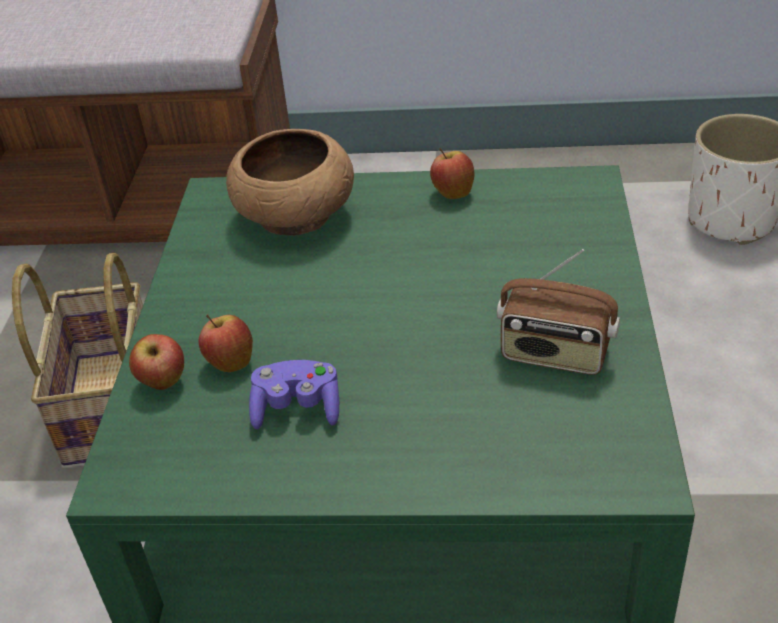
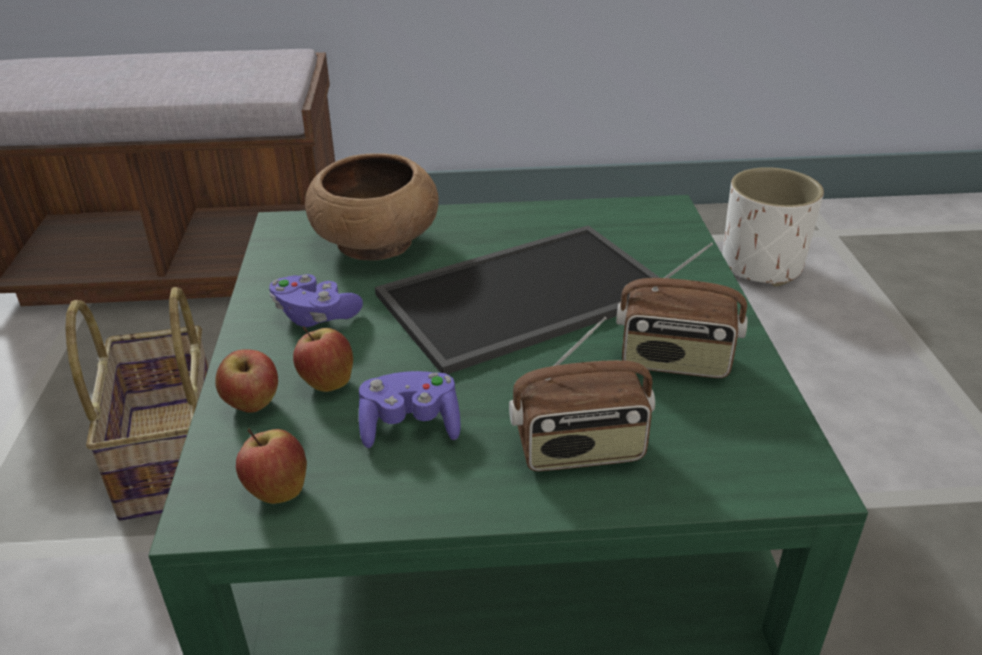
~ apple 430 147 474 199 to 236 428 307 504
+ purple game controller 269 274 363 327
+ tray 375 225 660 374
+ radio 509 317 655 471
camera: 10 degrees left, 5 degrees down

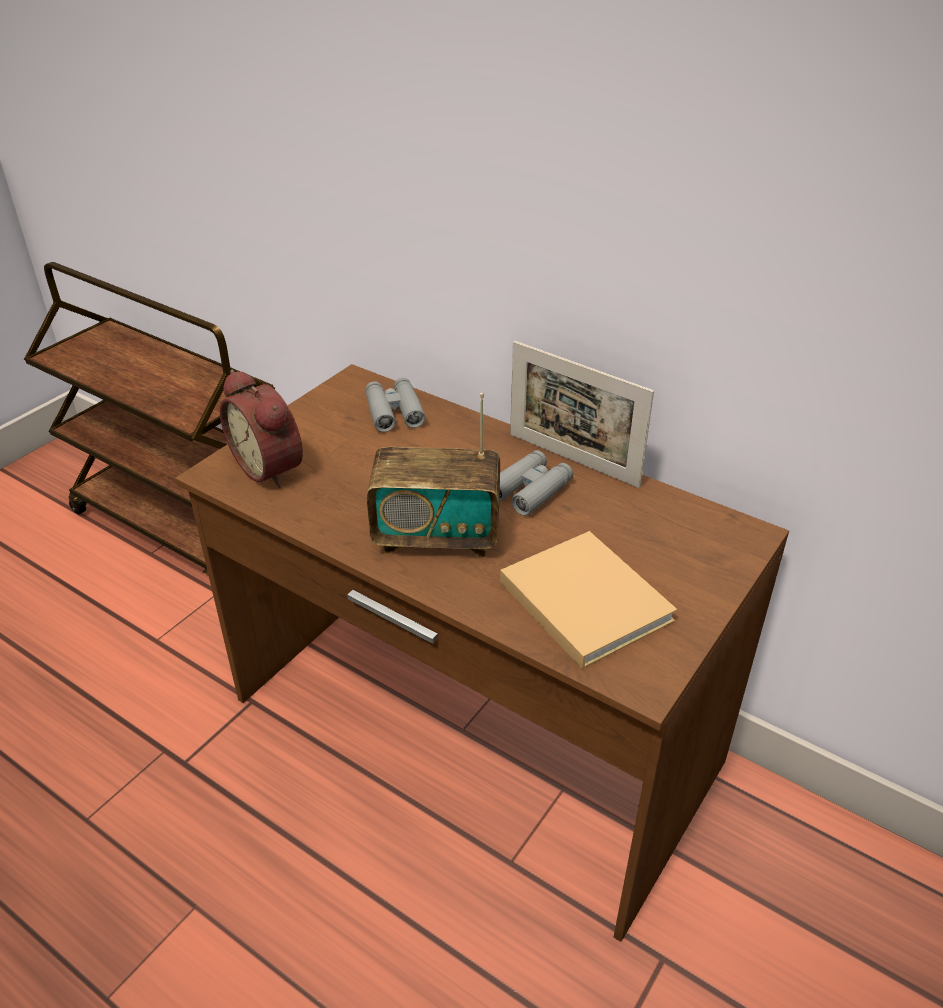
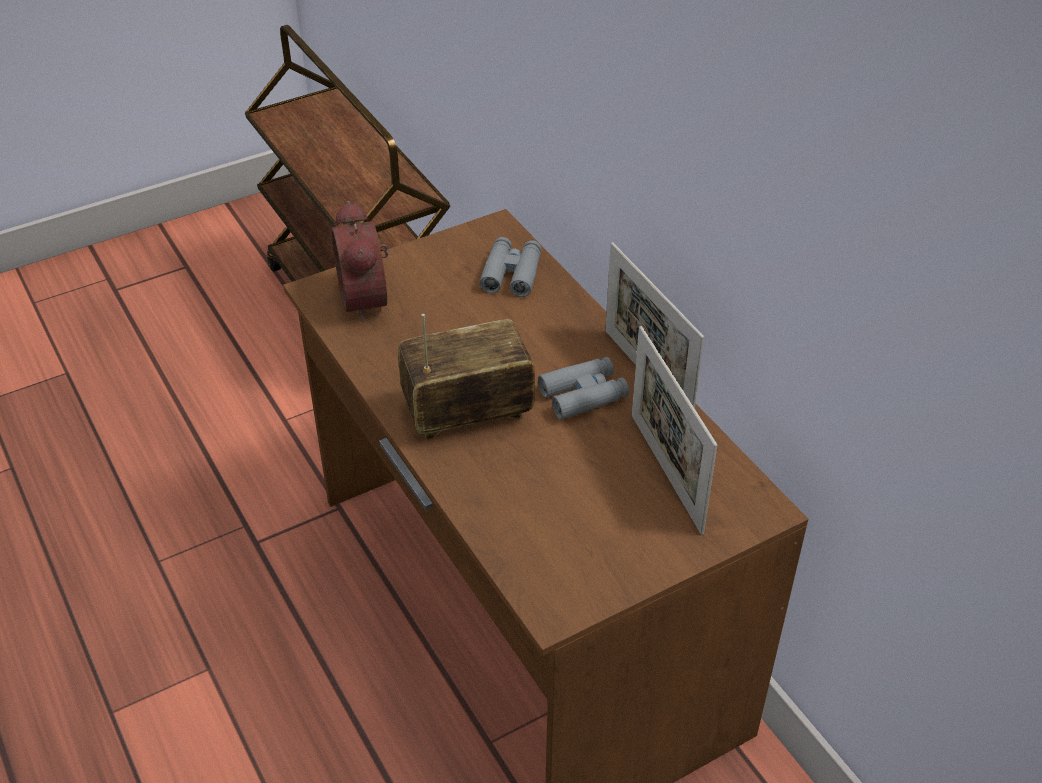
~ radio 367 393 500 557 = 398 314 535 440 135 degrees clockwise
+ picture frame 631 326 717 534
- beige book 500 531 677 669
camera: 25 degrees right, 5 degrees up

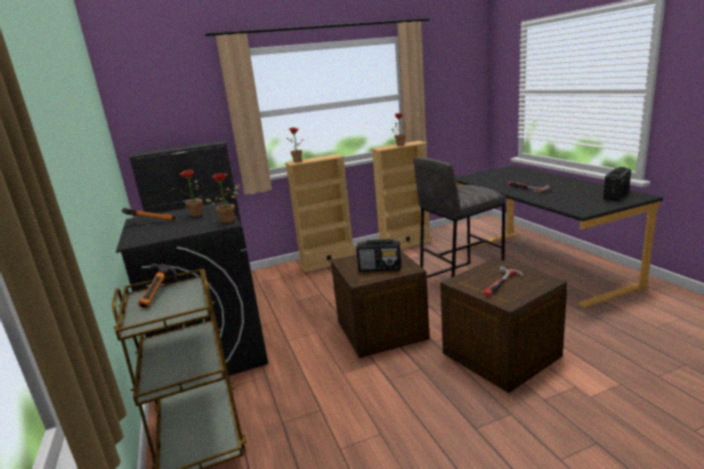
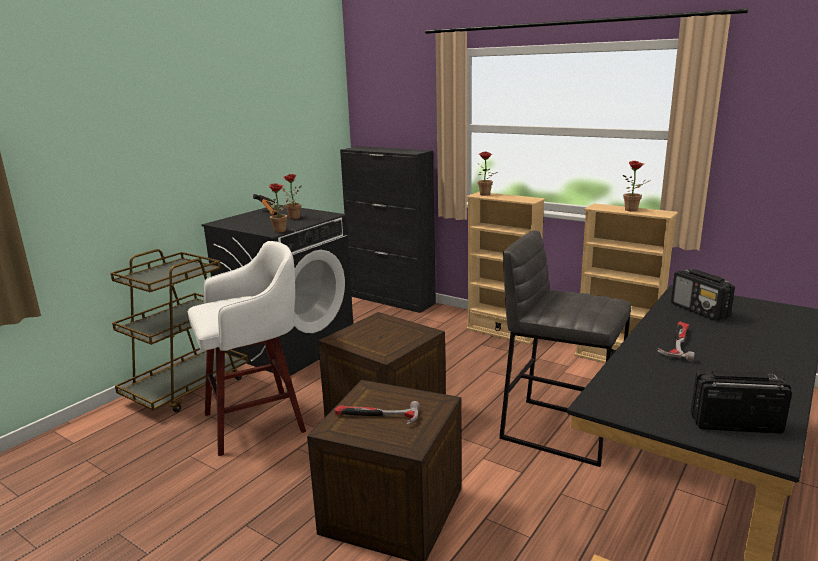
+ white stool 188 241 306 456
~ radio 356 239 401 272 to 671 269 735 321
- hammer 138 263 177 308
camera: 55 degrees right, 0 degrees up

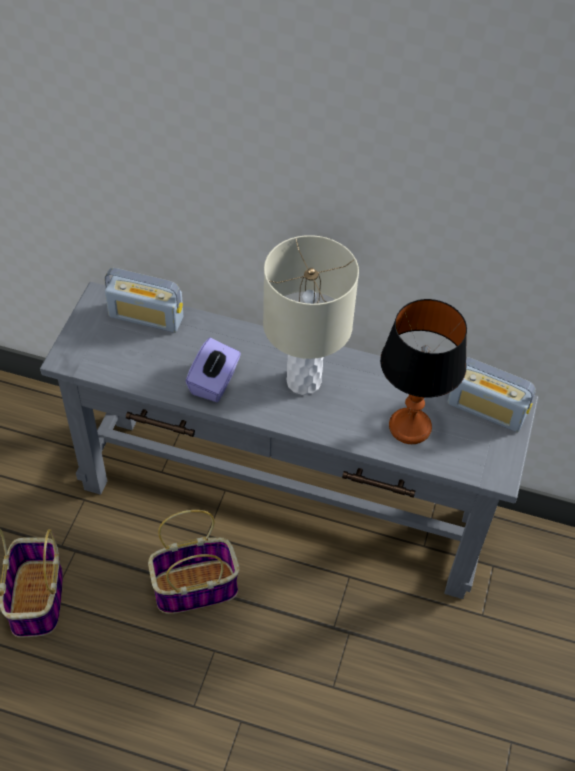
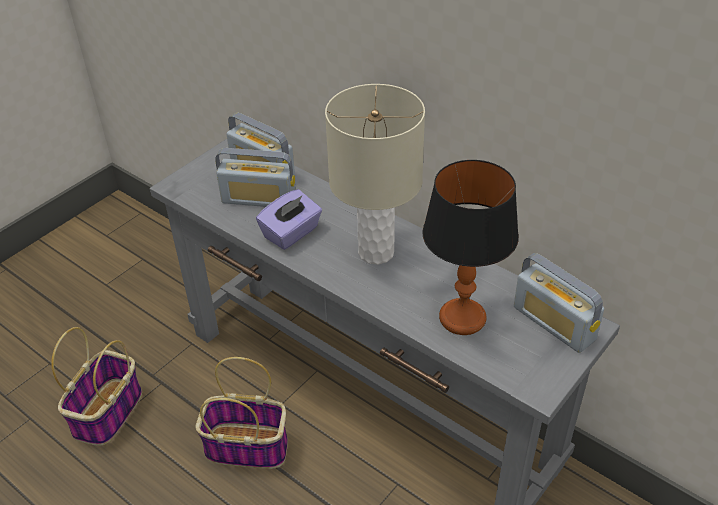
+ radio 215 148 295 207
camera: 25 degrees right, 10 degrees down

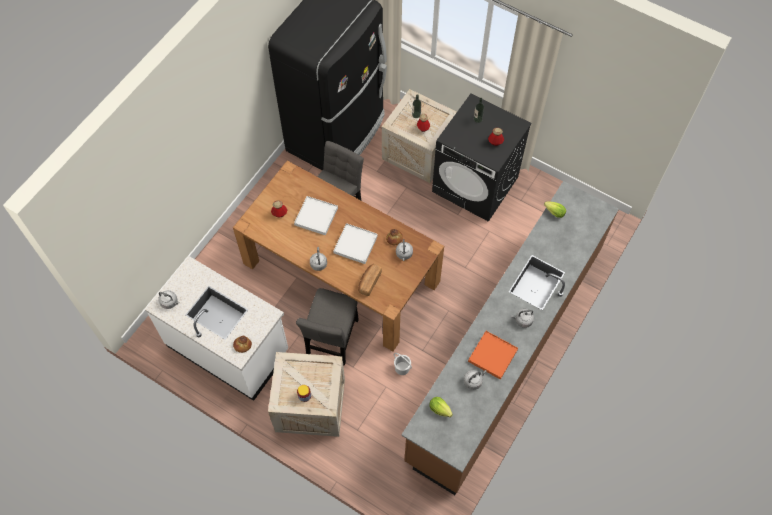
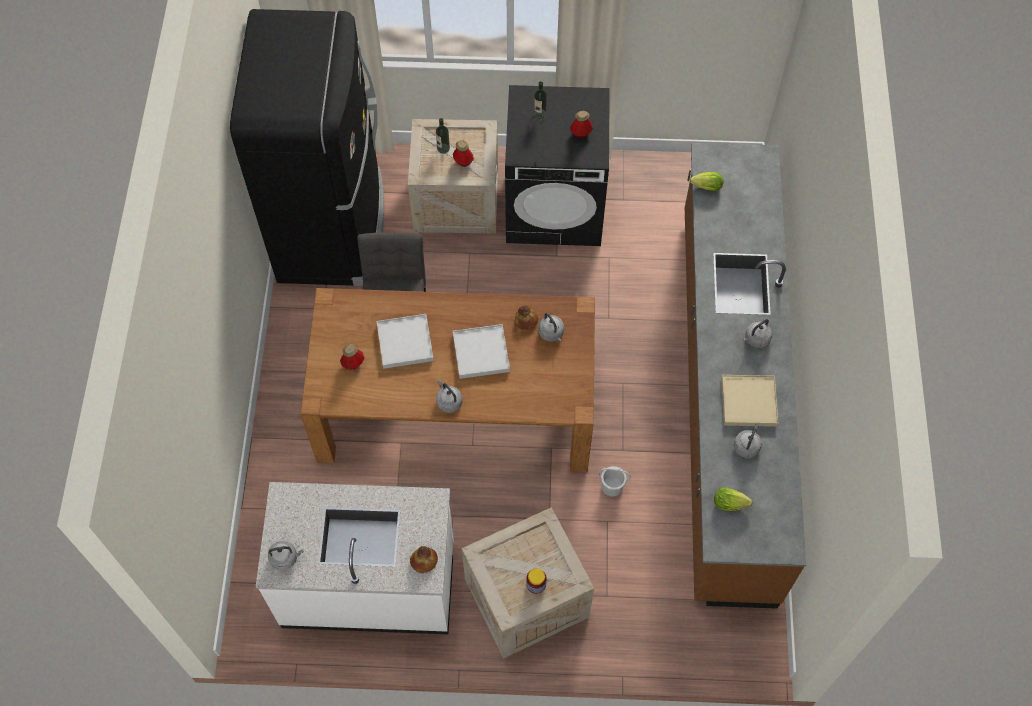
~ orange tray 468 331 518 380 to beige tray 721 375 778 427
- grey chair 296 288 359 366
- bread 358 264 382 296
camera: 30 degrees left, 0 degrees up

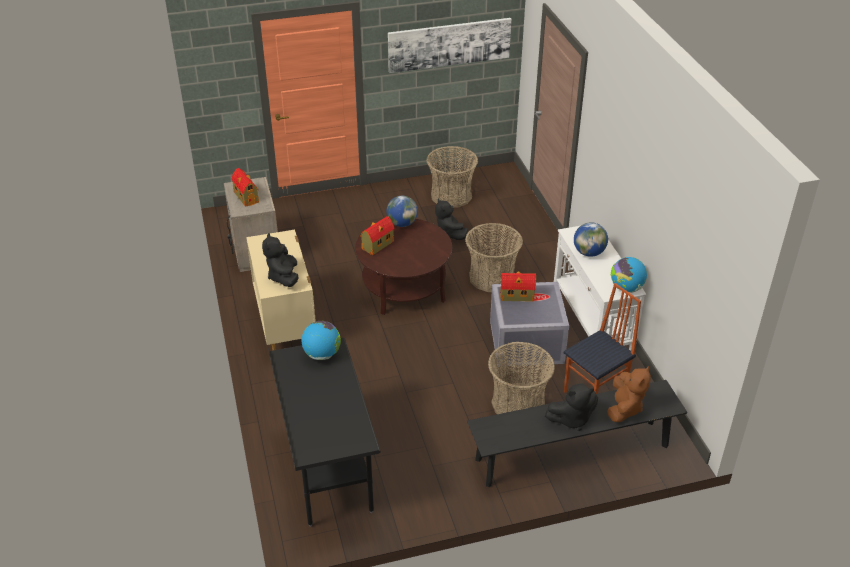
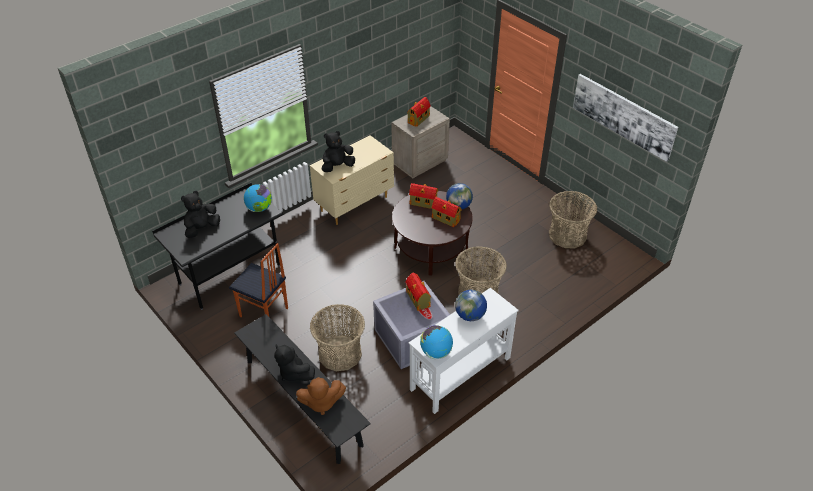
~ black plush toy 435 198 468 240 to 181 191 220 238
~ chair 564 283 641 394 to 229 243 288 317
+ toy house 432 197 462 227
camera: 65 degrees right, 5 degrees up

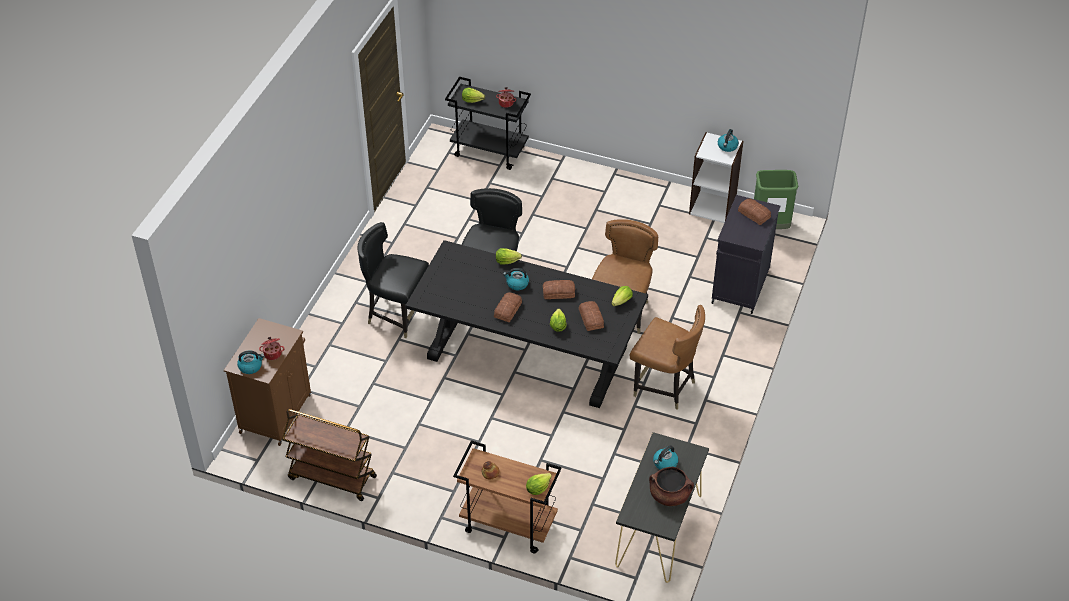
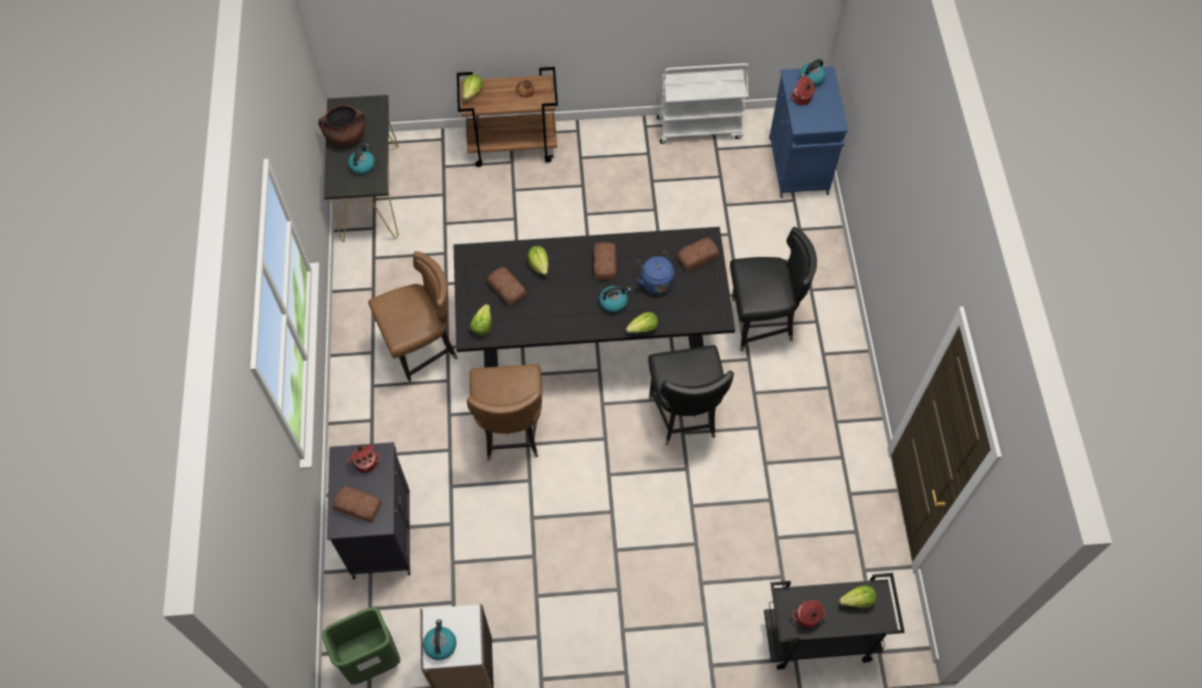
+ cooking pot 348 445 381 473
~ brown chair 630 305 705 410 = 368 251 458 385 150 degrees clockwise
+ blue kettle 636 250 675 294
~ brown cart 282 409 377 501 to white cart 657 63 749 144
~ bread 543 280 575 299 to 677 238 719 271
~ brown cabinet 224 318 312 446 to blue cabinet 769 66 848 198
camera: 155 degrees right, 15 degrees up

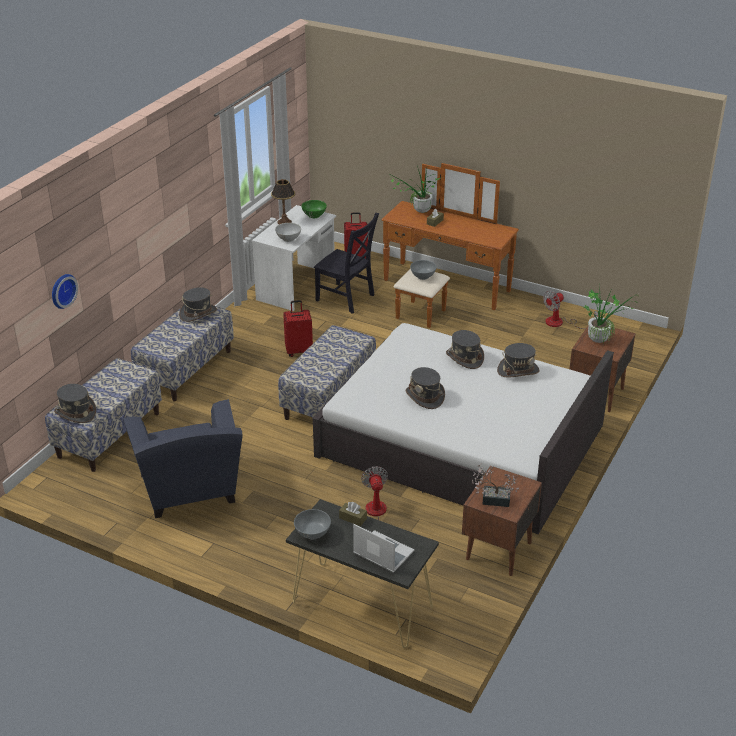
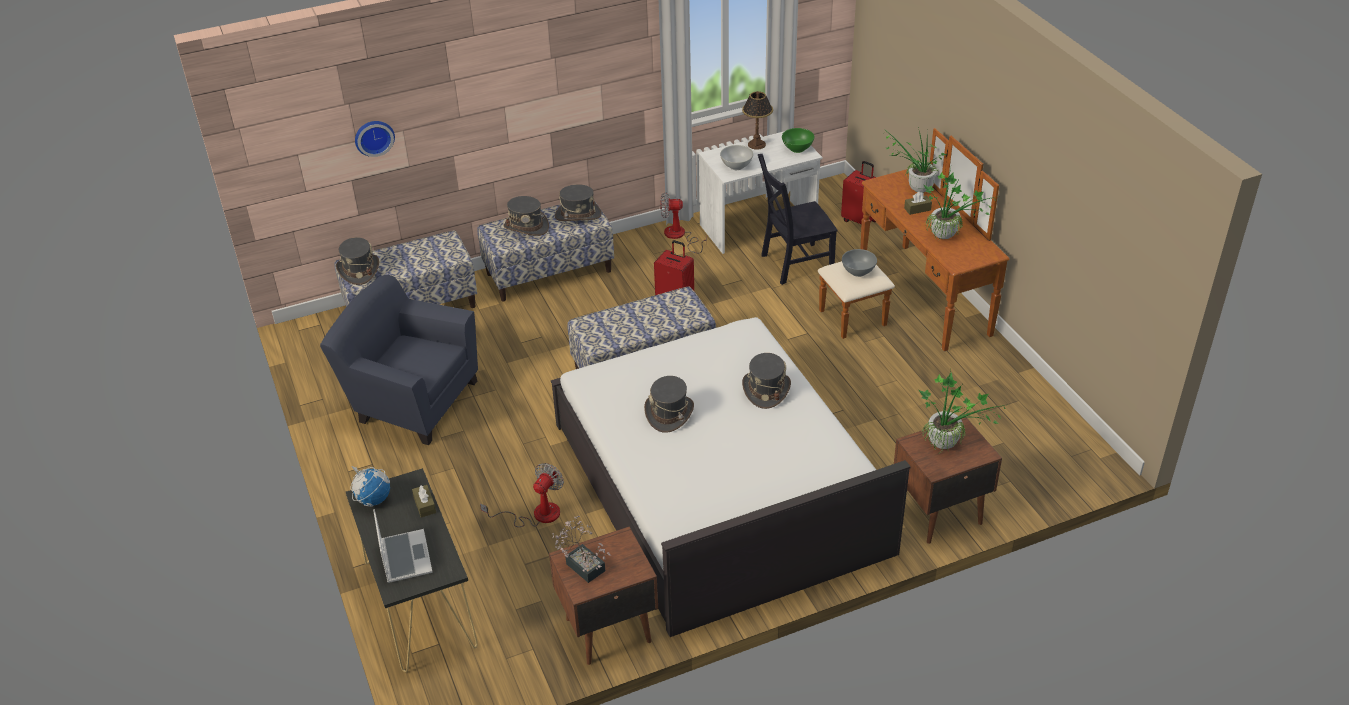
~ blue armchair 123 399 242 518 = 320 275 478 445 90 degrees clockwise
~ grey bowl 294 509 331 540 to globe 350 466 390 507
~ grey hat 497 343 540 378 to 504 196 549 236
~ fan 543 291 598 329 to 660 192 707 253
~ black chair 314 213 379 314 = 758 154 838 285 90 degrees clockwise
+ potted plant 924 168 998 240
camera: 40 degrees right, 5 degrees up

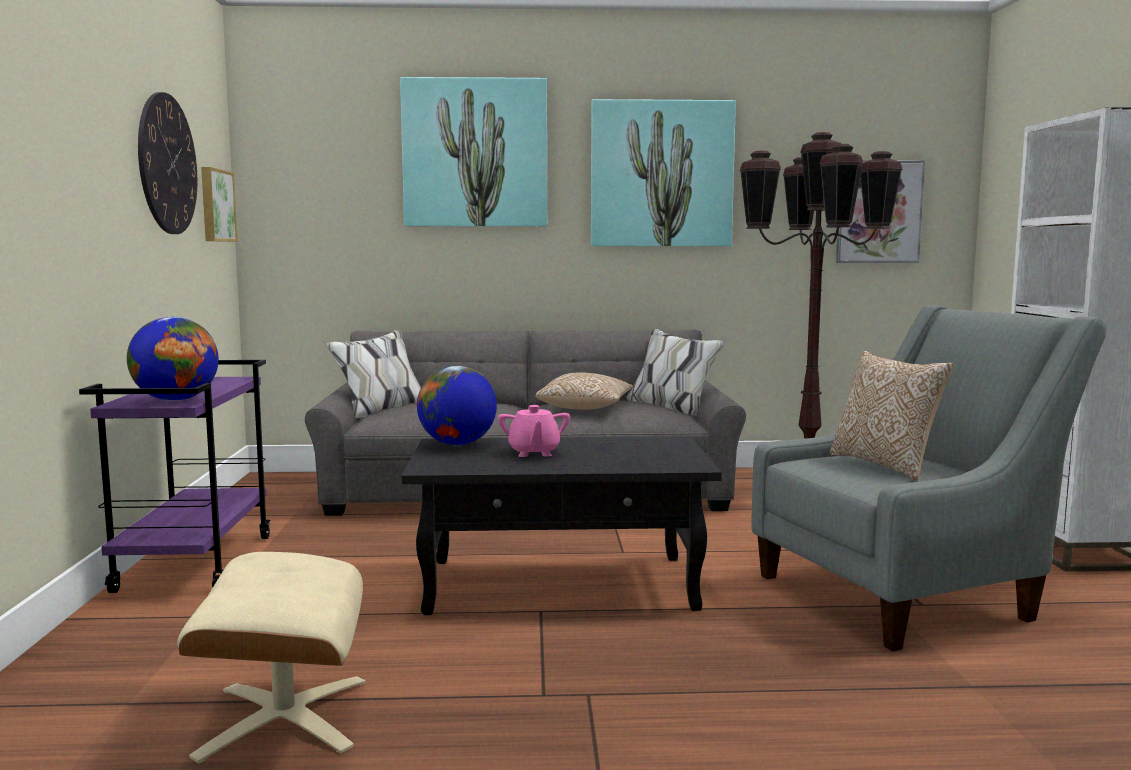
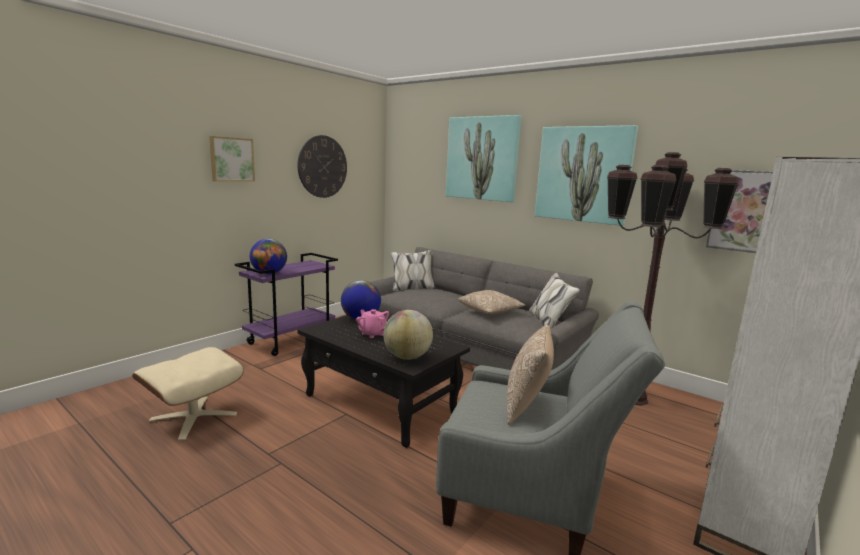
~ picture 201 167 238 242 to 209 136 255 182
~ pink teapot 498 405 570 457 = 356 309 389 338 105 degrees clockwise
+ globe 384 310 433 360
camera: 40 degrees right, 5 degrees up

